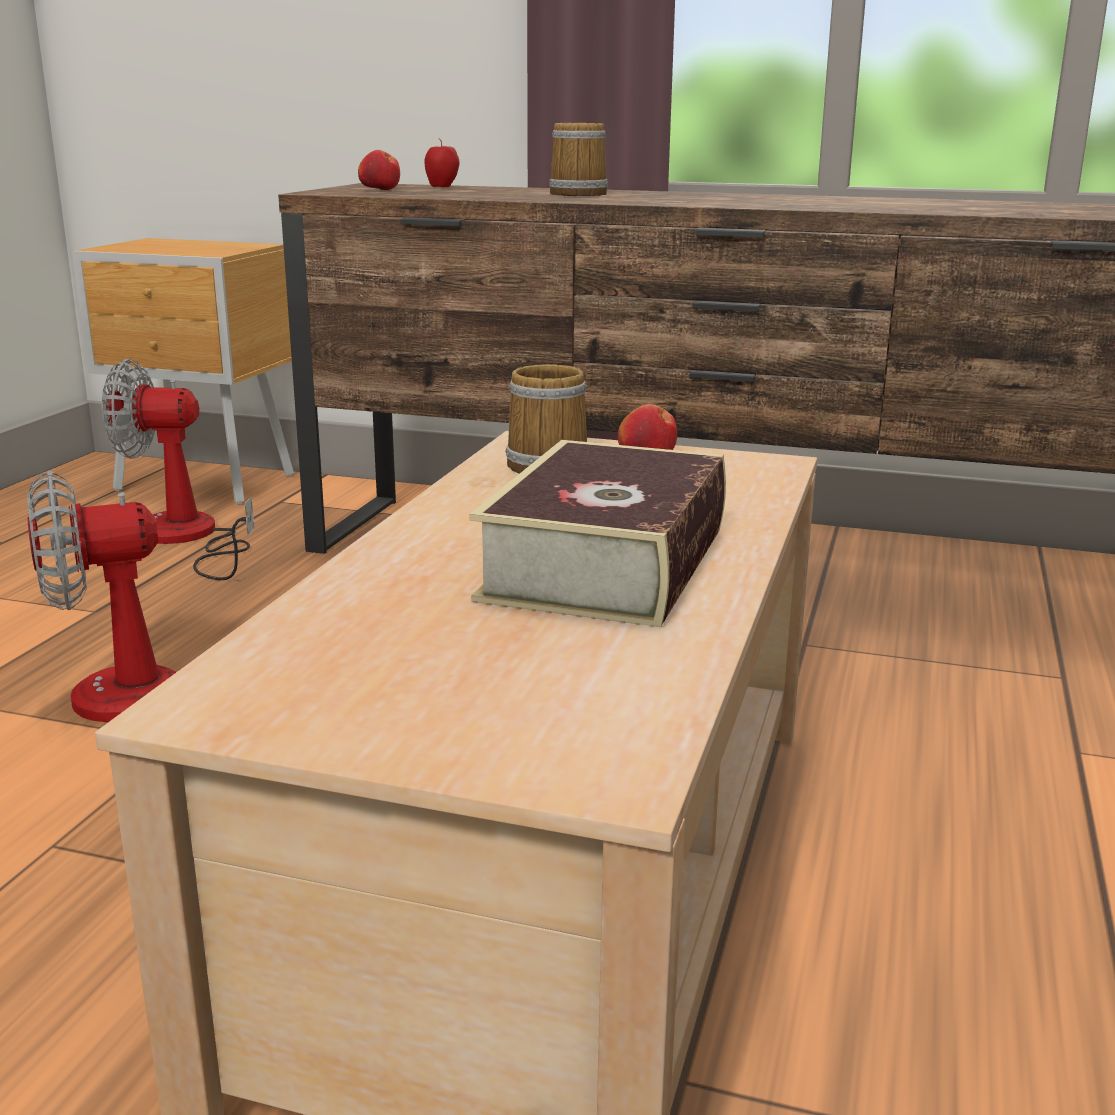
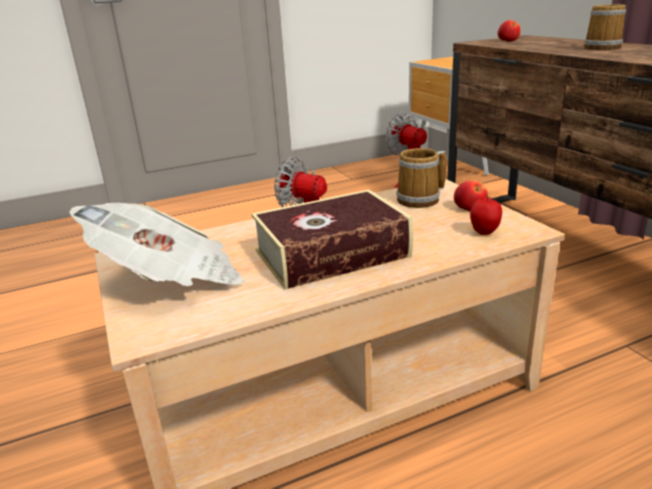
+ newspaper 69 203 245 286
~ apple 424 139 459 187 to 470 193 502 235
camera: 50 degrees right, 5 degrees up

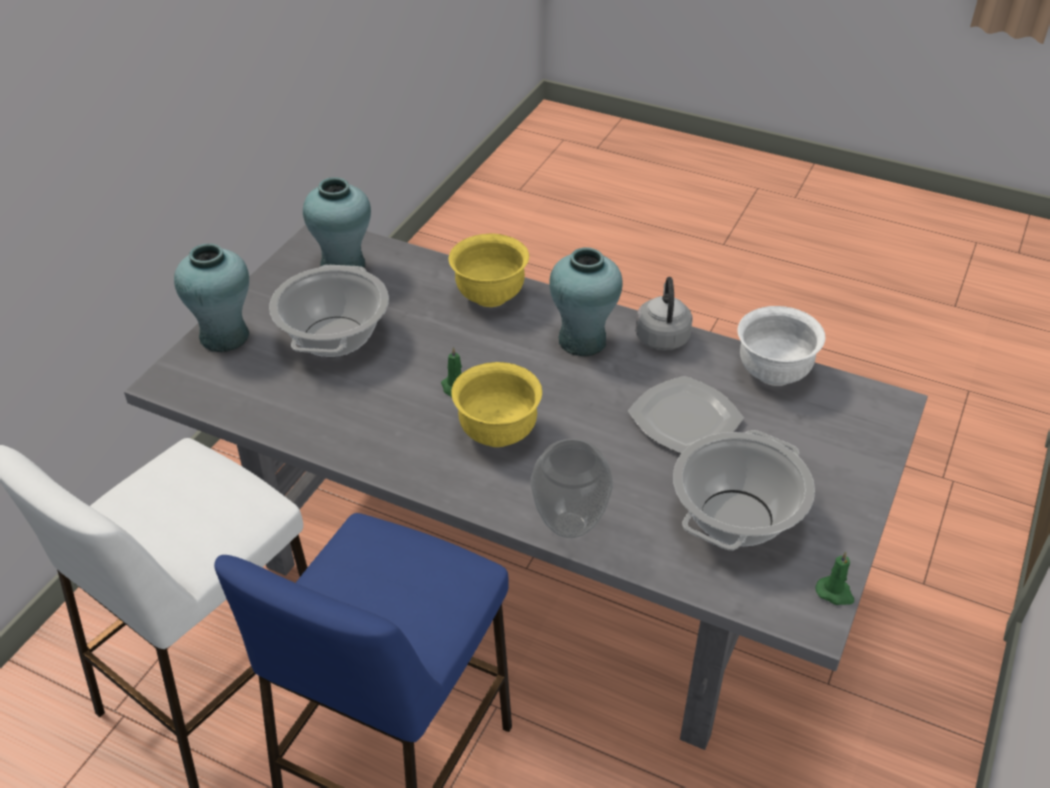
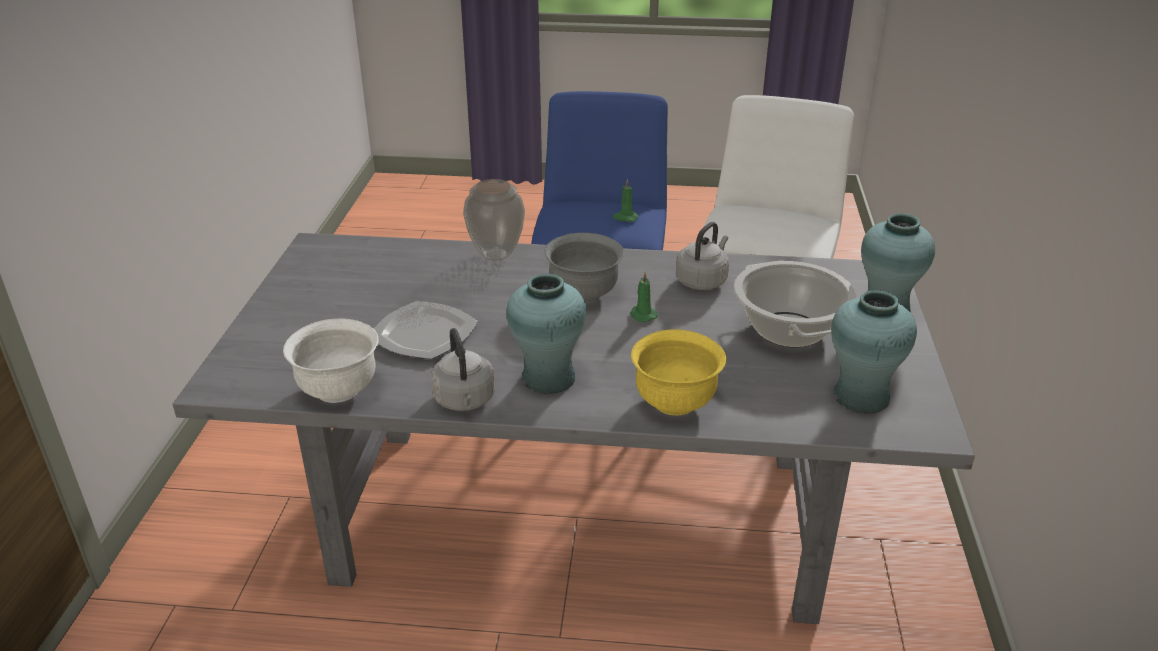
~ yellow bowl 451 362 542 447 to grey bowl 545 233 624 303
~ green candle 815 552 854 605 to 612 179 639 222
+ grey kettle 676 222 729 290
- cooking pot 673 430 815 550
camera: 160 degrees right, 10 degrees down

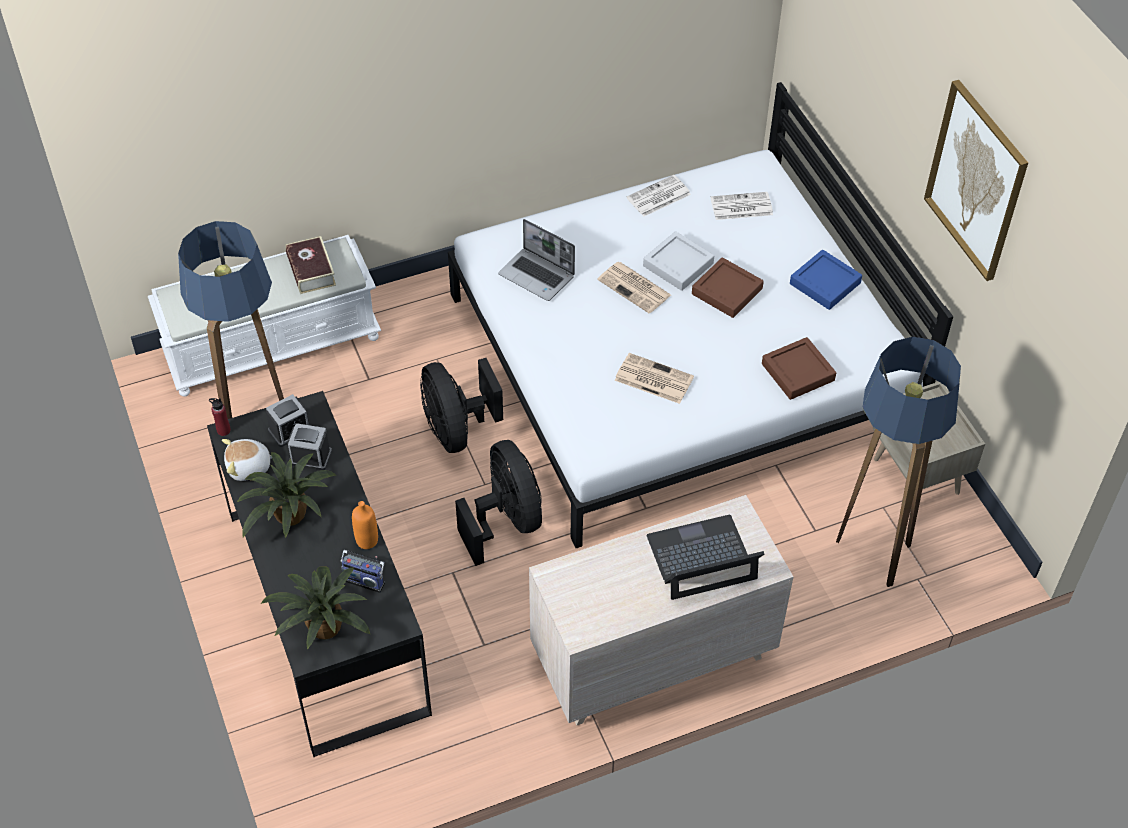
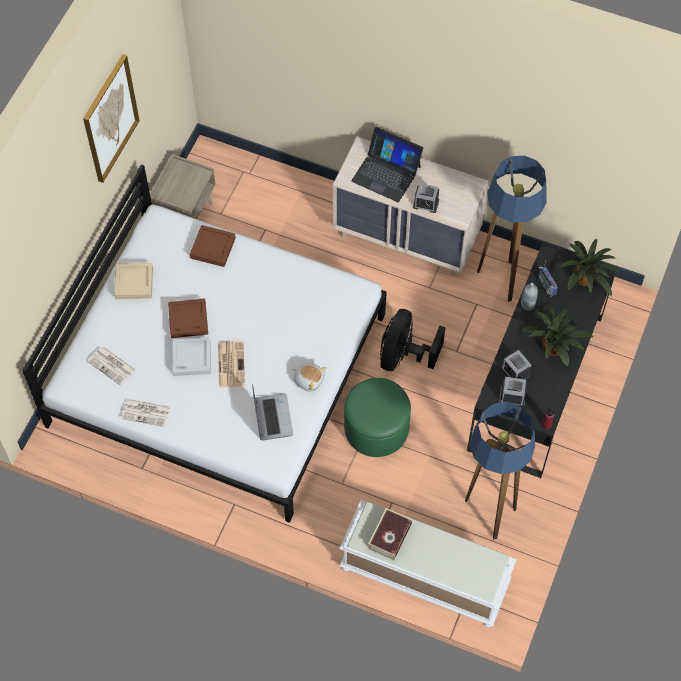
~ blue tray 790 250 862 310 to beige tray 114 263 153 299
~ plush toy 222 439 272 481 to 293 363 327 392
~ black fan 420 358 503 453 to green ottoman 344 378 411 457
+ alarm clock 413 183 439 213
~ floor lamp 836 337 961 587 to 477 156 547 302
~ orange bottle 352 501 378 549 to grey bottle 521 283 538 310
- newspaper 614 353 694 404
camera: 135 degrees left, 10 degrees up

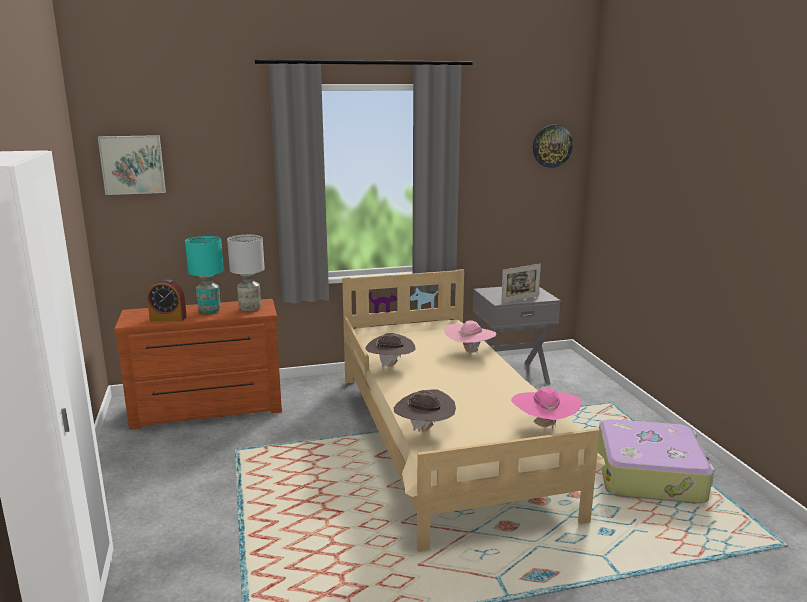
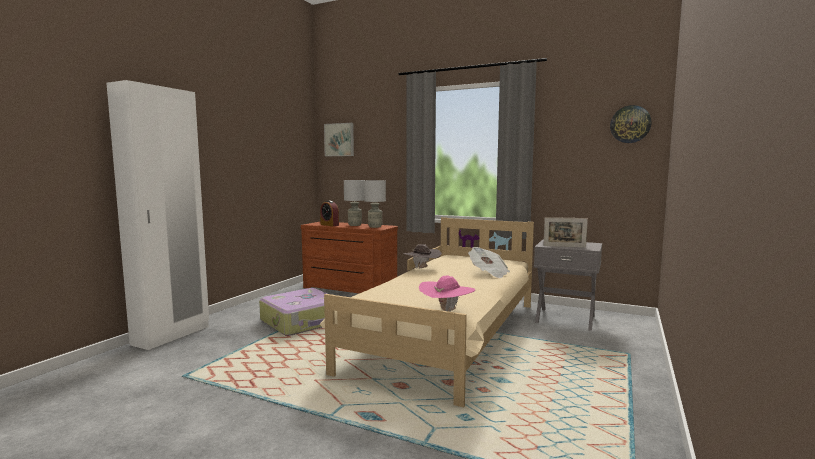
~ suitcase 598 419 714 503 to 259 288 328 336
~ turquoise table lamp 185 236 224 313 to grey table lamp 344 180 364 226
~ pink hat 444 320 496 355 to newspaper 468 247 510 278
- brown hat 394 389 456 432
camera: 40 degrees right, 10 degrees down

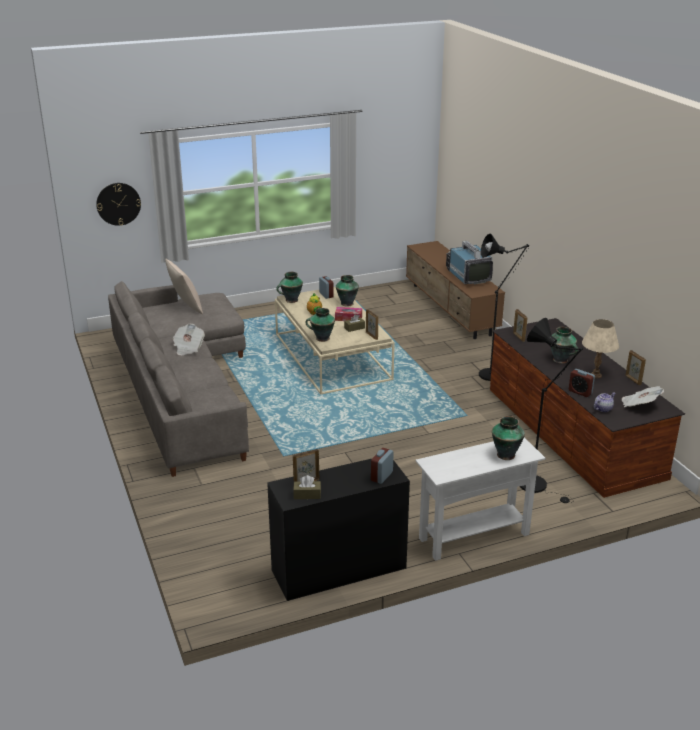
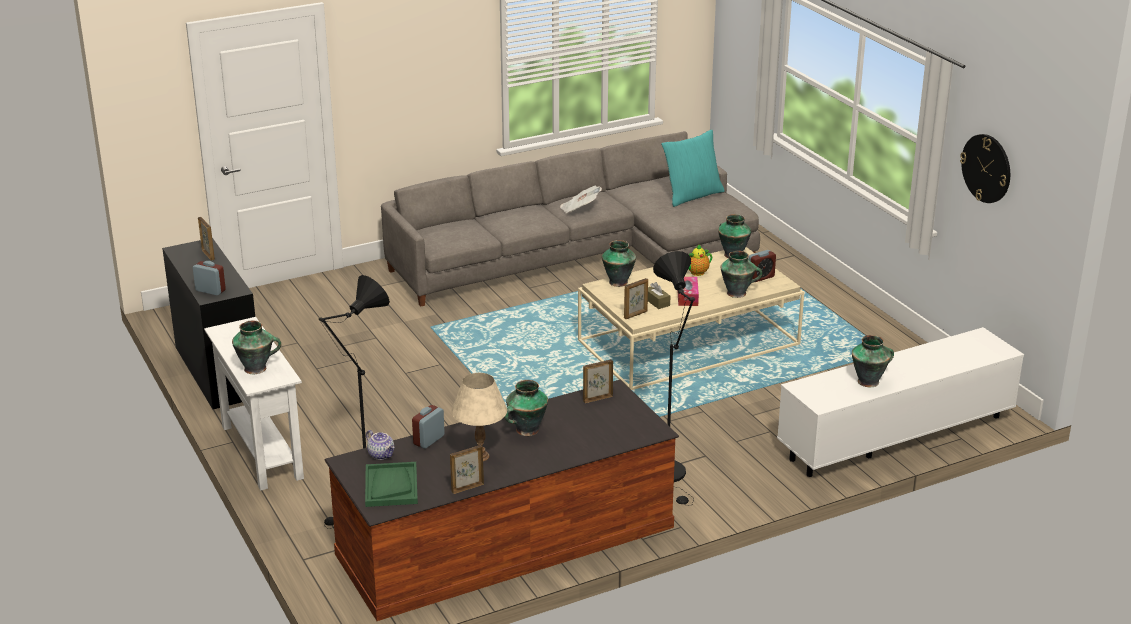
~ newspaper 622 386 664 407 to green tray 365 462 418 507
~ beige pillow 165 259 203 315 to turquoise pillow 661 129 724 207
~ brown tv stand 406 241 505 339 to white tv stand 777 327 1024 477
~ television 446 241 493 284 to vase 852 335 894 387
~ wall clock 96 183 141 226 to 960 134 1010 203
- brown tissue box 293 475 321 499
camera: 85 degrees right, 0 degrees up

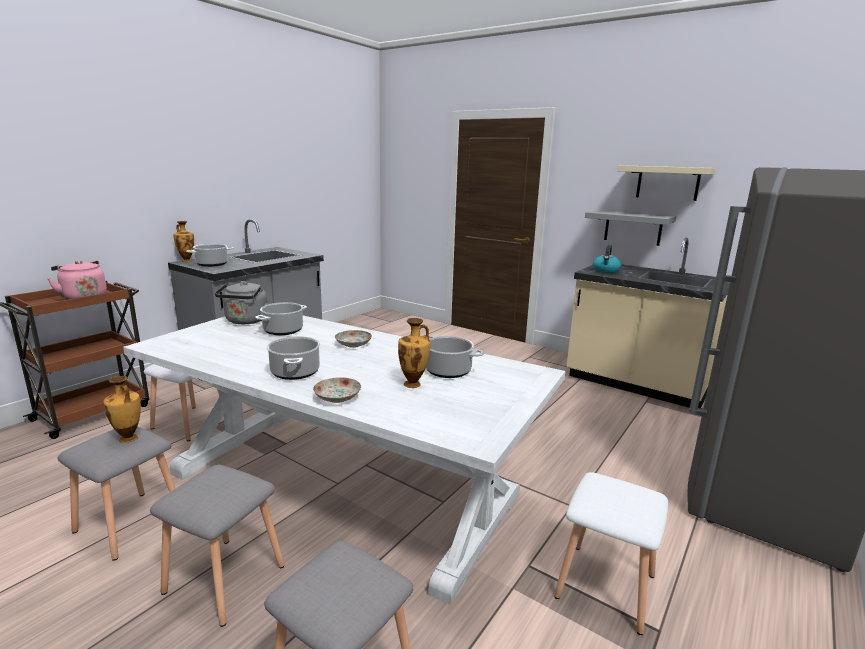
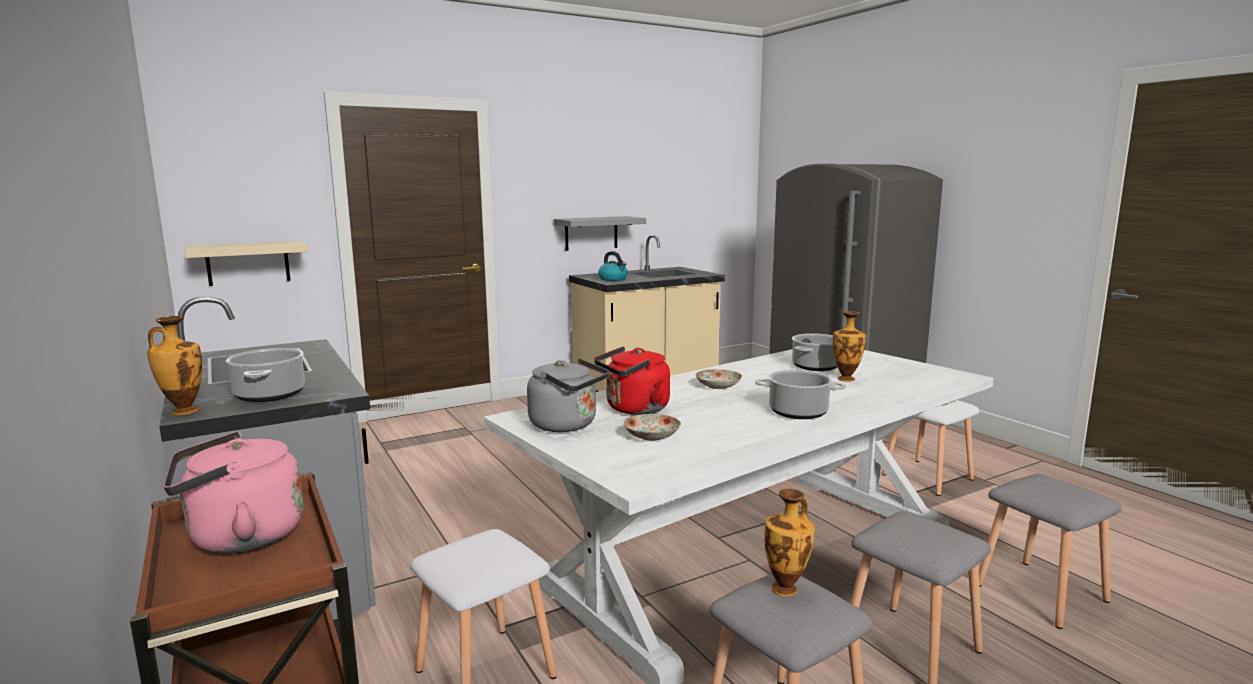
~ beige shelf 618 165 716 201 to 184 241 308 286
~ cooking pot 255 302 307 335 to red kettle 594 346 670 415
~ plate 313 377 361 403 to 624 414 681 441
camera: 65 degrees left, 5 degrees down

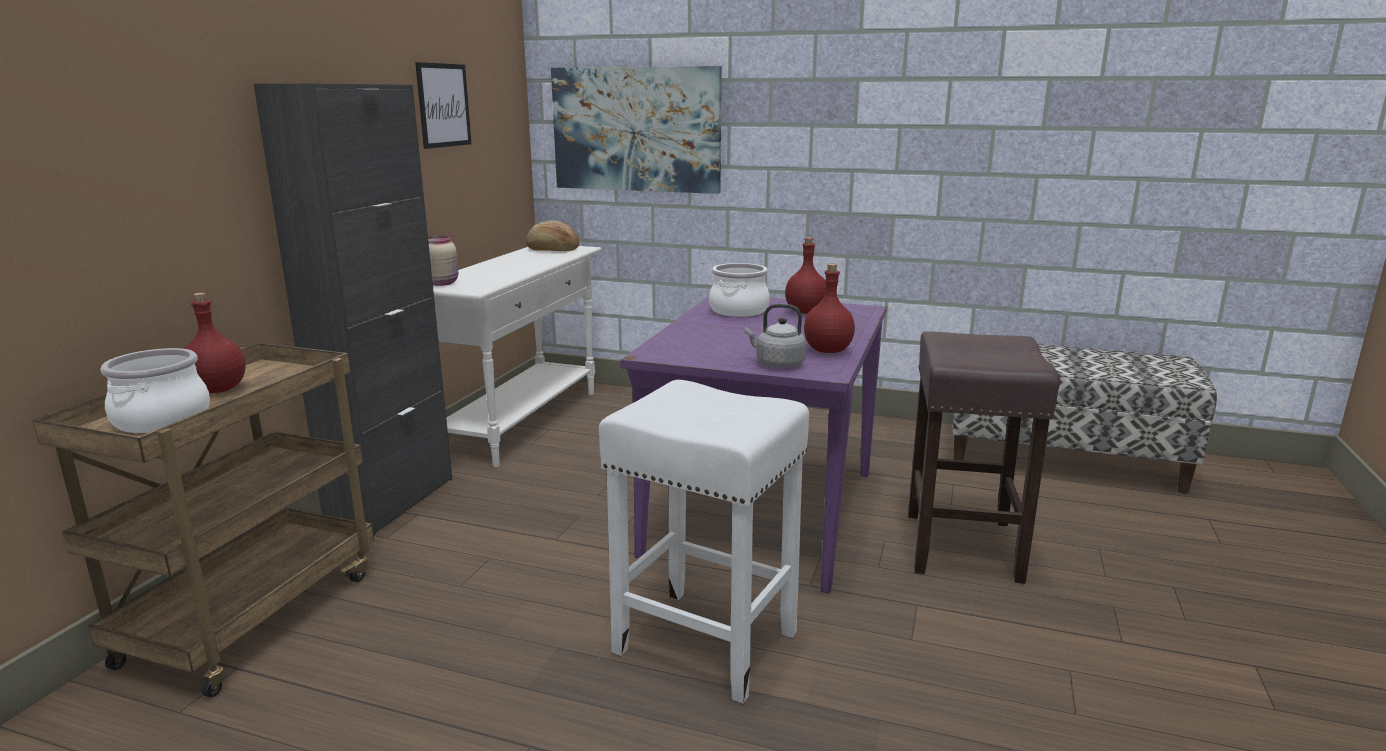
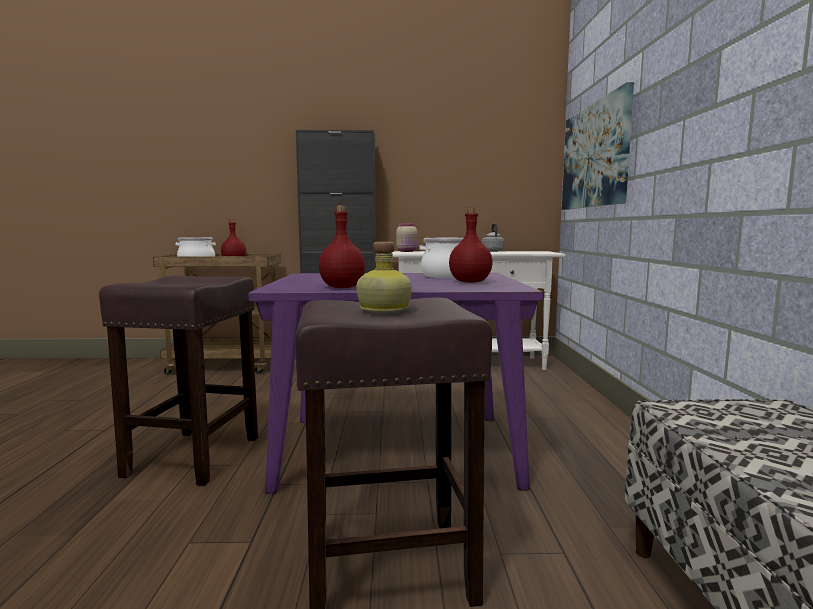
~ white stool 599 380 809 703 to brown stool 99 275 258 486
+ bottle 356 242 412 312
~ grey kettle 745 304 806 368 to 482 223 504 252
- picture 415 62 471 149
- bread 526 220 579 251
camera: 70 degrees right, 10 degrees down

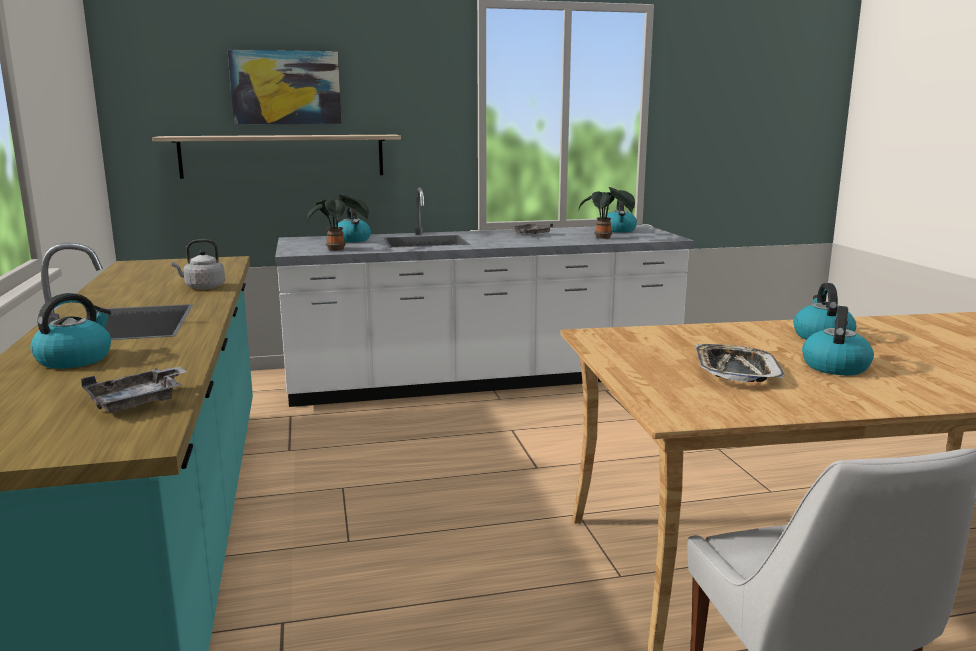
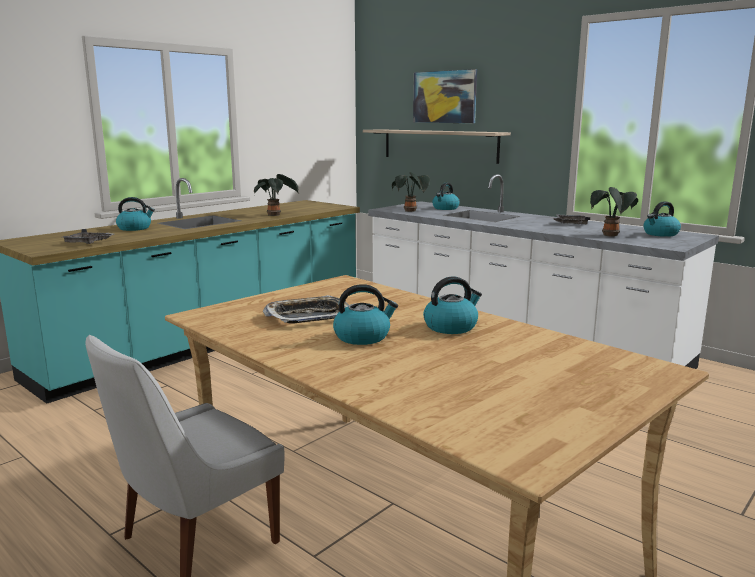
~ grey kettle 172 239 225 289 to potted plant 254 174 298 216
camera: 55 degrees right, 0 degrees up

